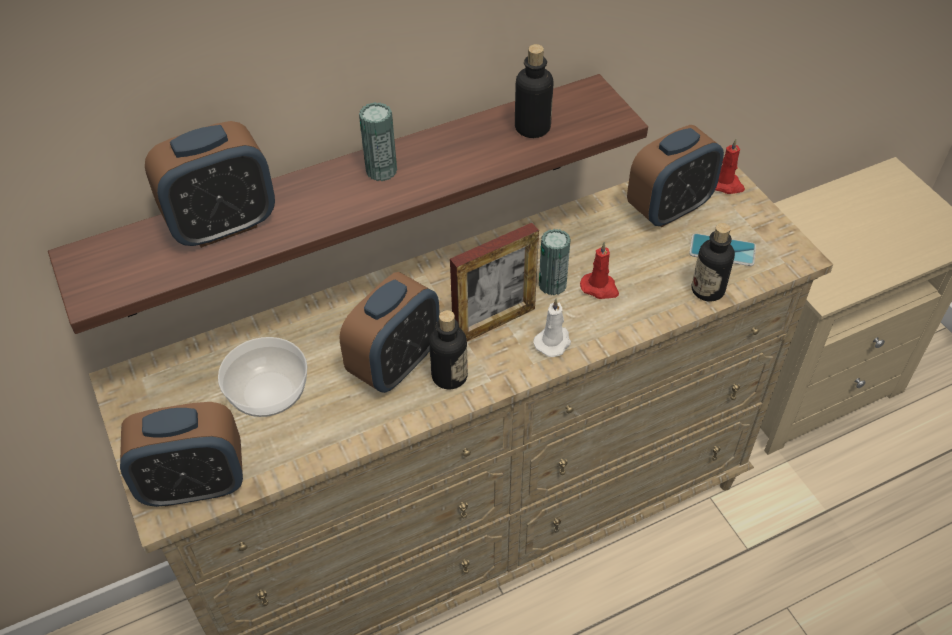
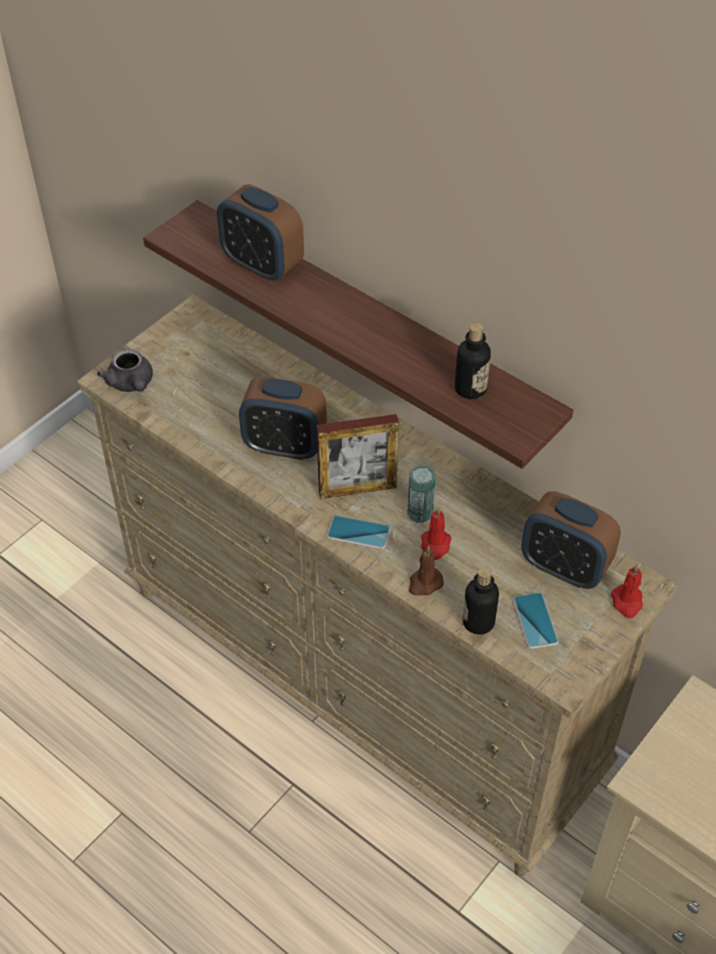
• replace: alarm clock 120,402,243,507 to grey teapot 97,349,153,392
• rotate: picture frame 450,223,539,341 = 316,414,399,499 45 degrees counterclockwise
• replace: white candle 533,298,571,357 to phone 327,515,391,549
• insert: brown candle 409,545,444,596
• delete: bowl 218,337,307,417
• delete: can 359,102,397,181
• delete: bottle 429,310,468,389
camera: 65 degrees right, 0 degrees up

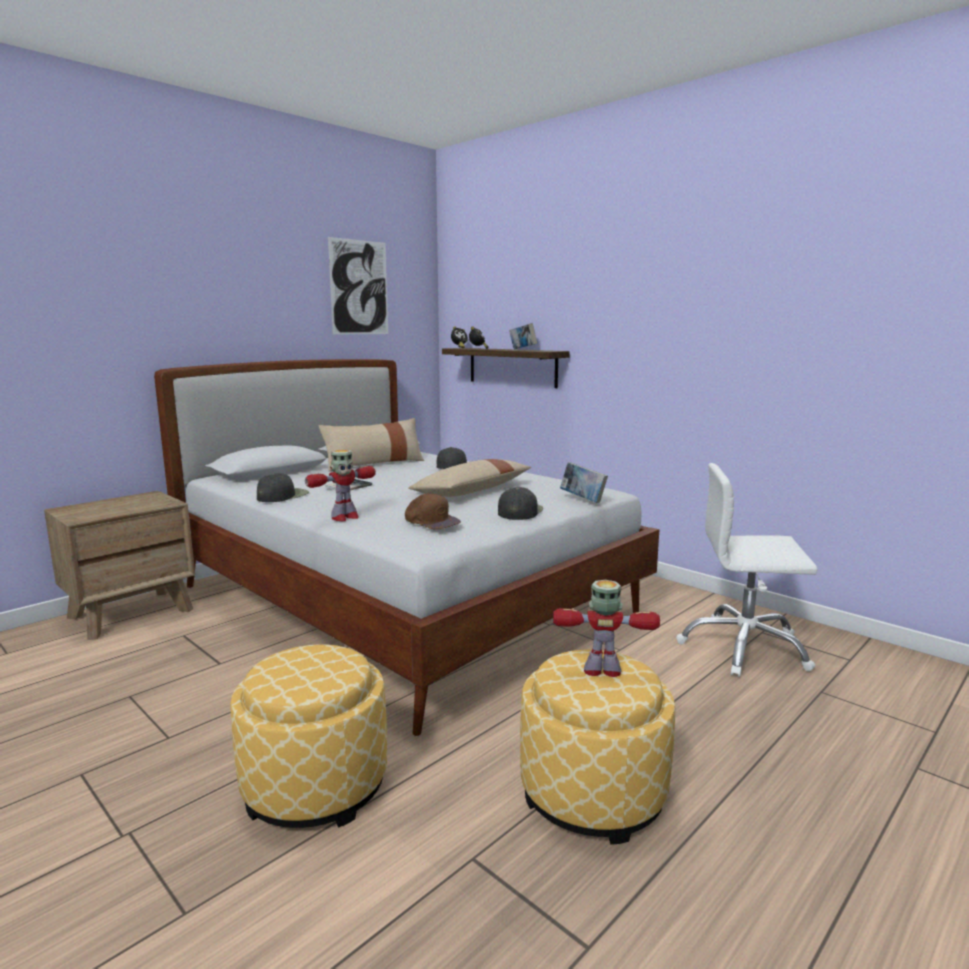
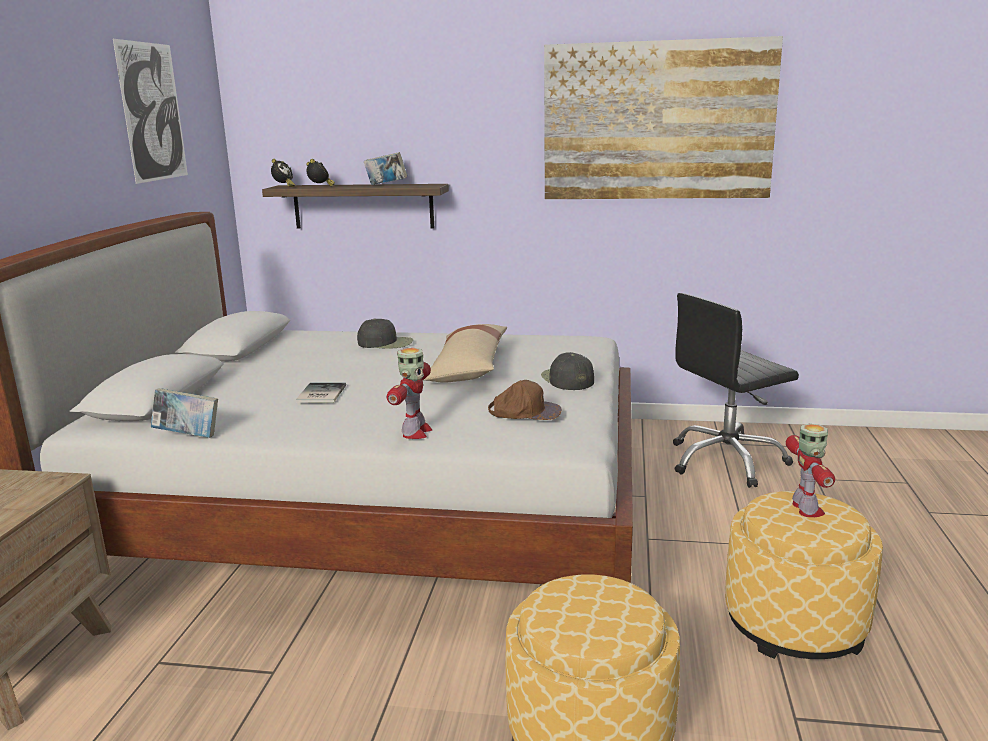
• move: book 560,462,608,503 to 151,388,218,438
• insert: picture 544,36,783,199
• recolor: white office chair 676,463,817,677 to black office chair 673,293,799,488
• rotate: toy robot 553,580,660,677 = 786,424,835,517 120 degrees clockwise
• delete: black cap 257,473,309,502
• delete: beige pillow 319,418,424,472
camera: 35 degrees left, 5 degrees up

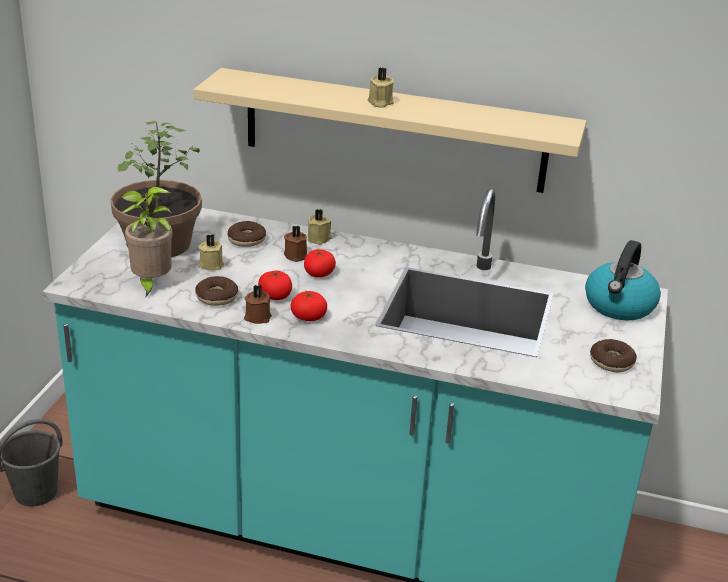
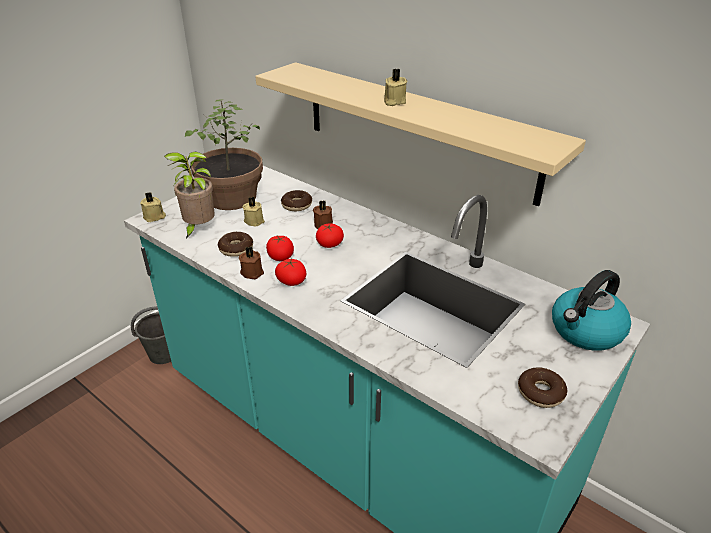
• move: beige candle 308,209,332,245 to 140,193,166,222
camera: 25 degrees right, 5 degrees up

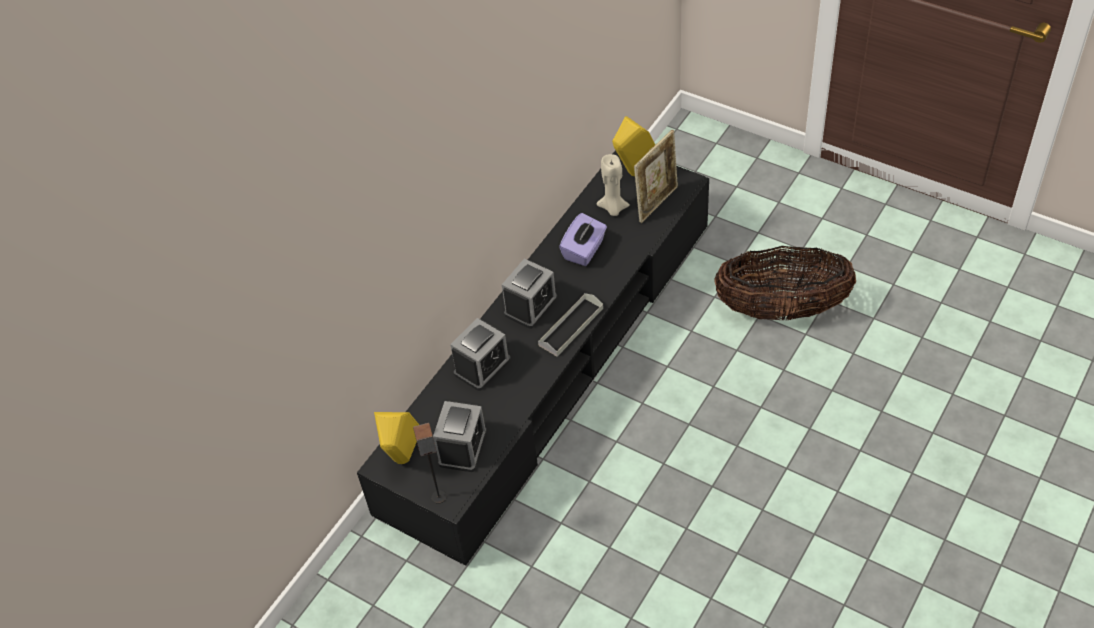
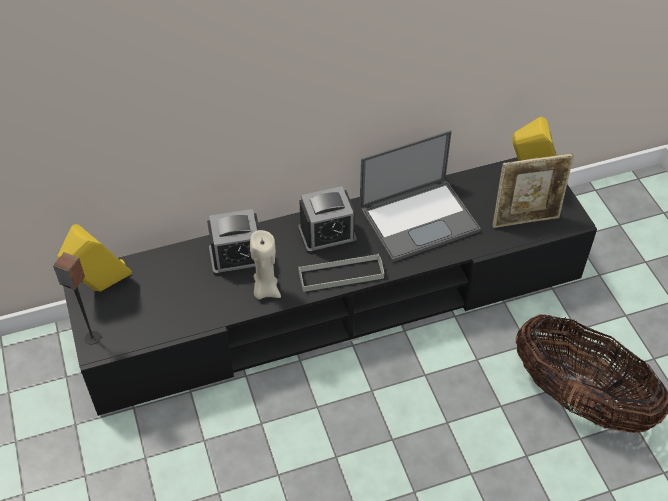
• move: beige candle 597,154,630,216 to 250,230,281,300
• replace: purple tissue box 559,213,607,266 to laptop 359,130,481,262
• delete: alarm clock 433,401,487,472
camera: 35 degrees right, 0 degrees up

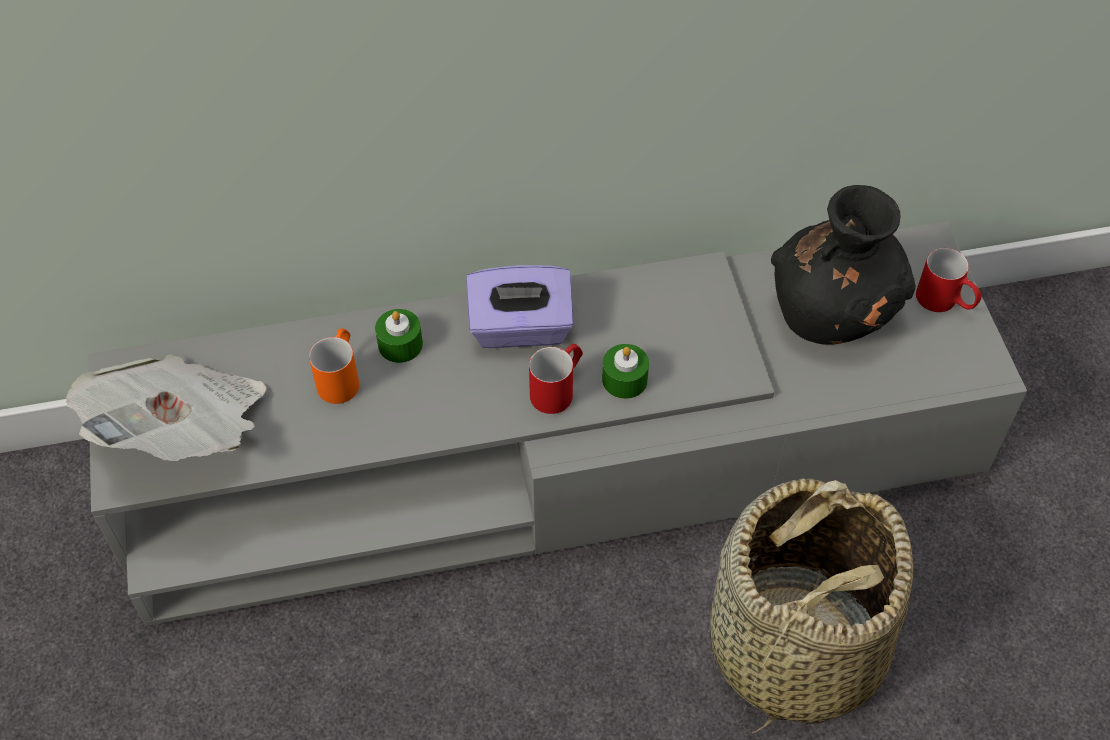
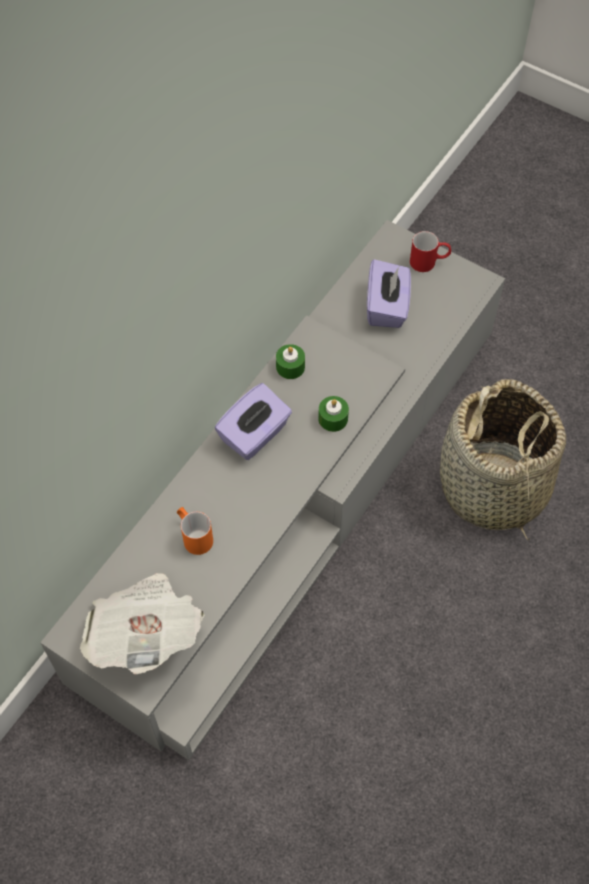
• move: green candle 375,309,423,363 to 276,344,305,379
• replace: black vase 771,185,916,345 to purple tissue box 367,259,411,328
• delete: red mug 529,344,583,414
camera: 45 degrees left, 5 degrees up

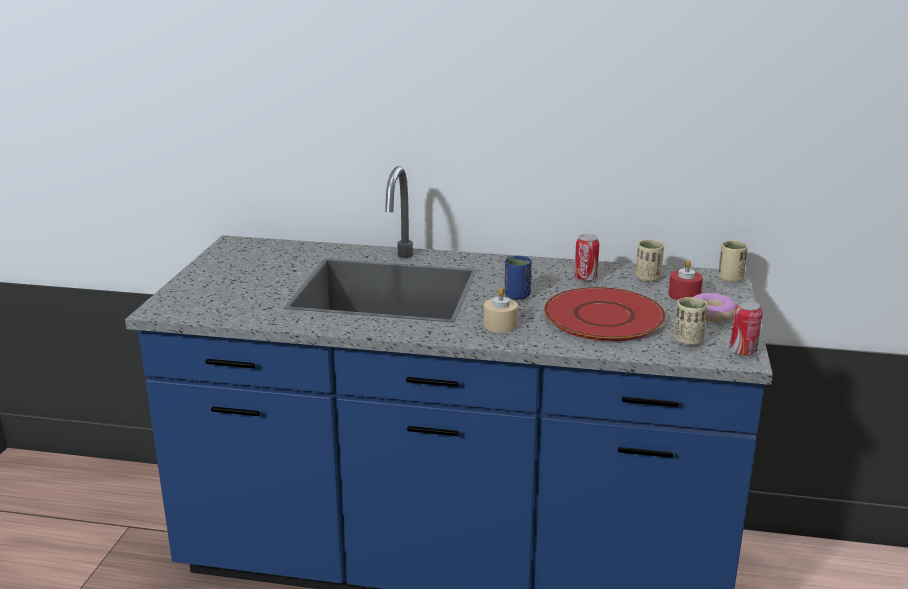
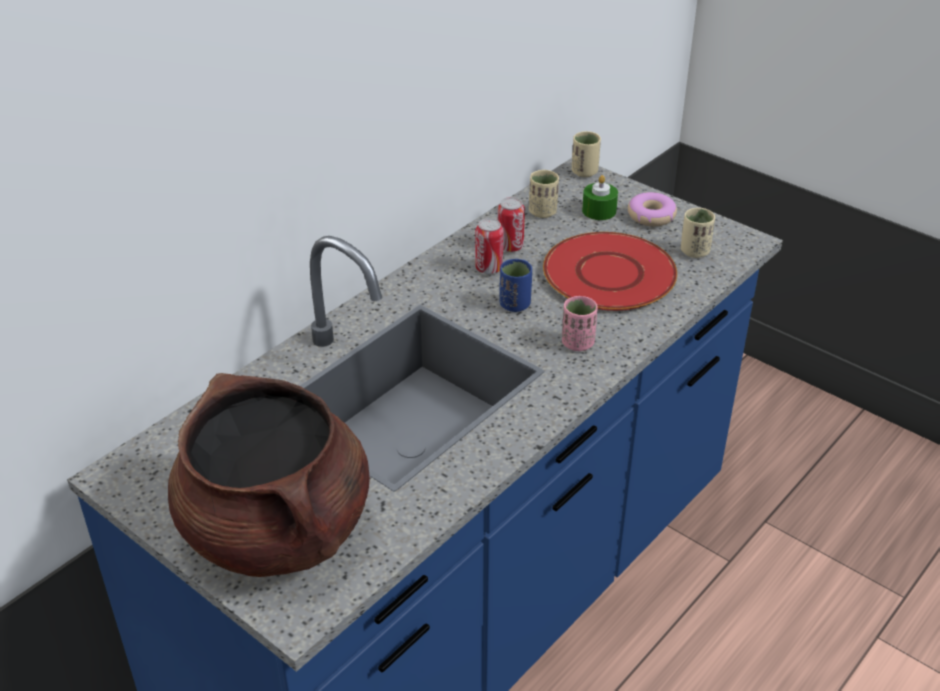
• insert: brown cooking pot 168,373,370,577
• move: can 729,300,763,356 to 475,218,504,274
• replace: beige candle 484,288,518,333 to pink cup 562,296,598,351
• recolor: red candle 668,260,703,300 to green candle 582,175,618,220
camera: 60 degrees left, 15 degrees up

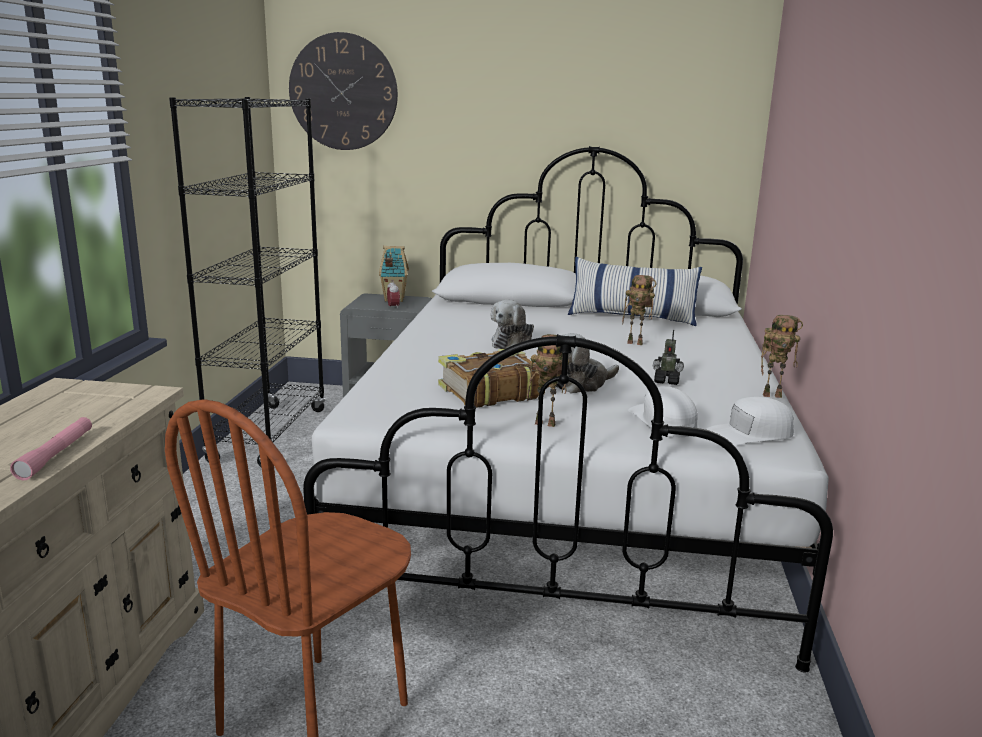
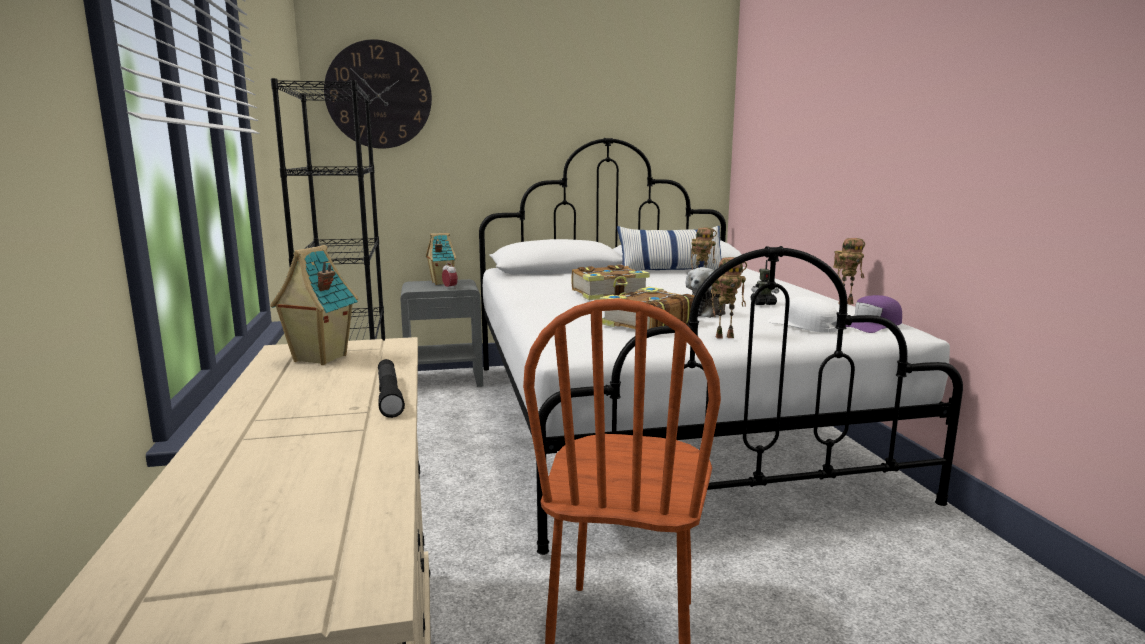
• insert: toy house 270,245,358,365
• recolor: pink flashlight 10,417,92,480 to black flashlight 378,359,405,418
• replace: plush toy 491,300,534,349 to book 572,265,650,300
• recolor: white cap 705,397,794,446 to purple cap 846,295,902,333
camera: 20 degrees left, 5 degrees down

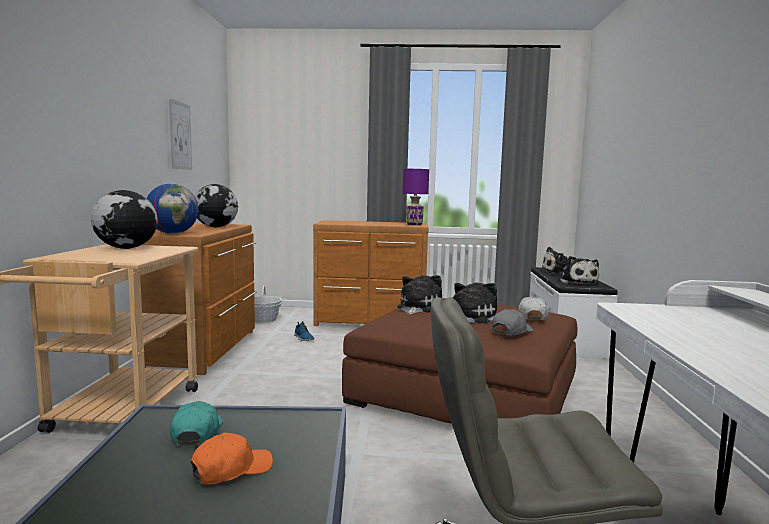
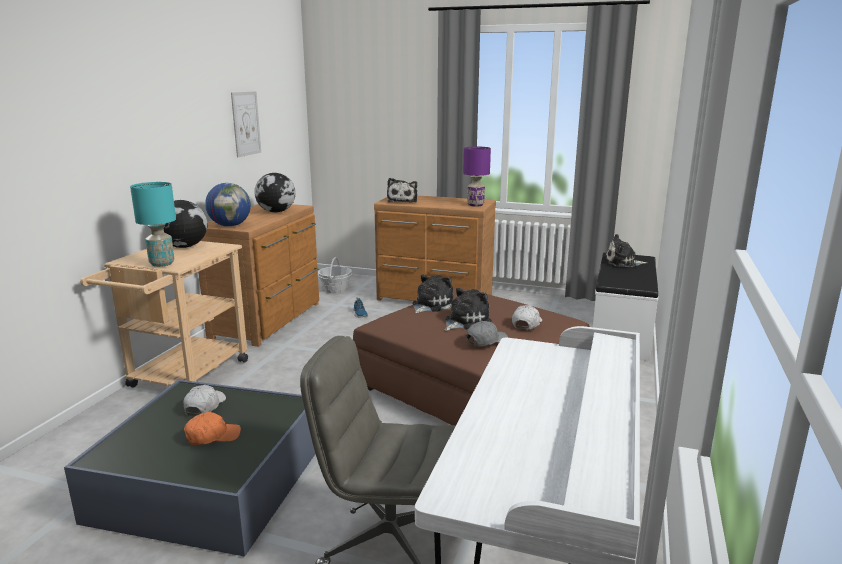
• insert: turquoise table lamp 130,182,176,267
• recolor: turquoise cap 170,401,223,446 to white cap 184,385,226,416
• move: plush toy 559,256,599,284 to 387,178,417,203
camera: 15 degrees right, 10 degrees up

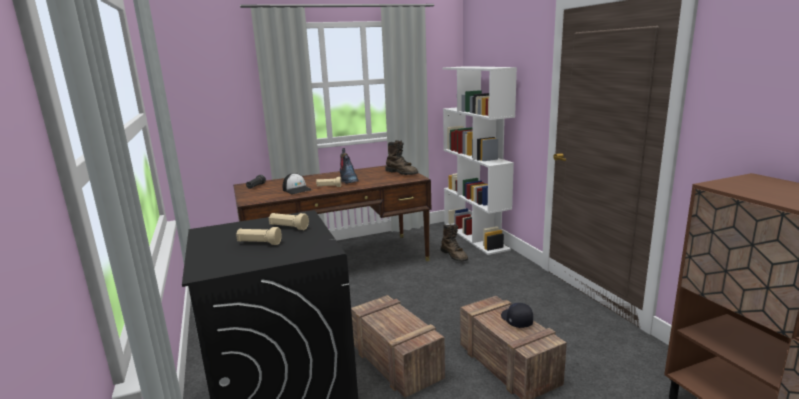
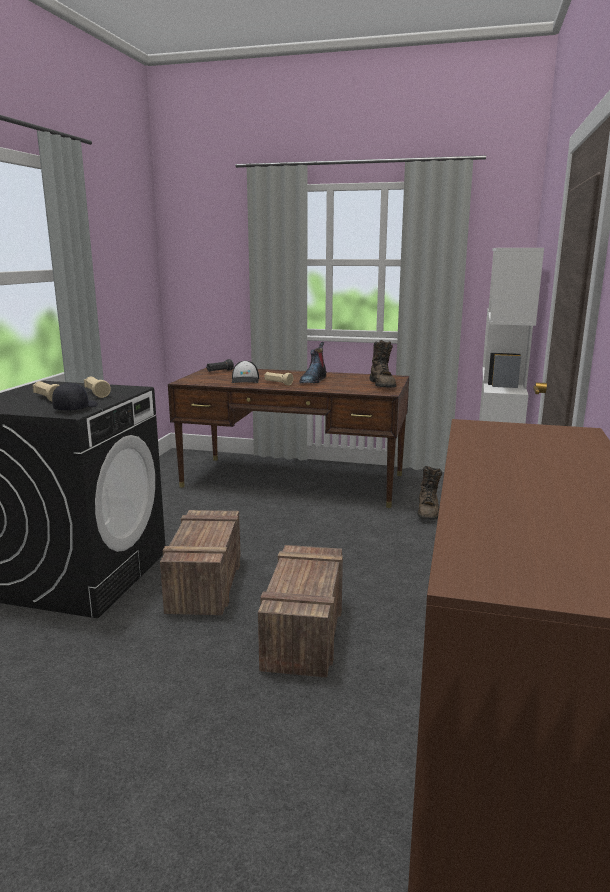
• move: black cap 501,303,533,328 to 52,383,98,410
camera: 35 degrees right, 0 degrees up

